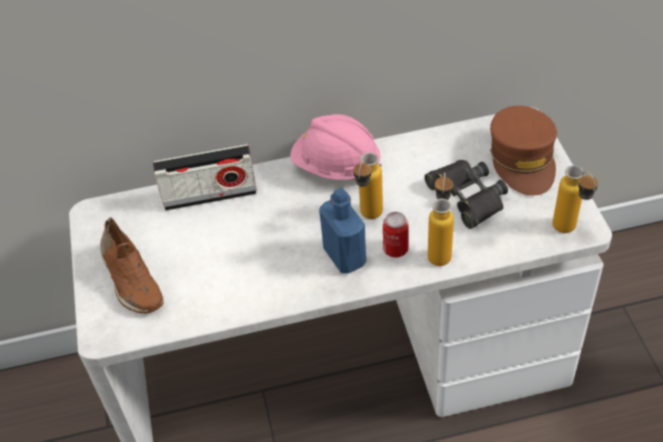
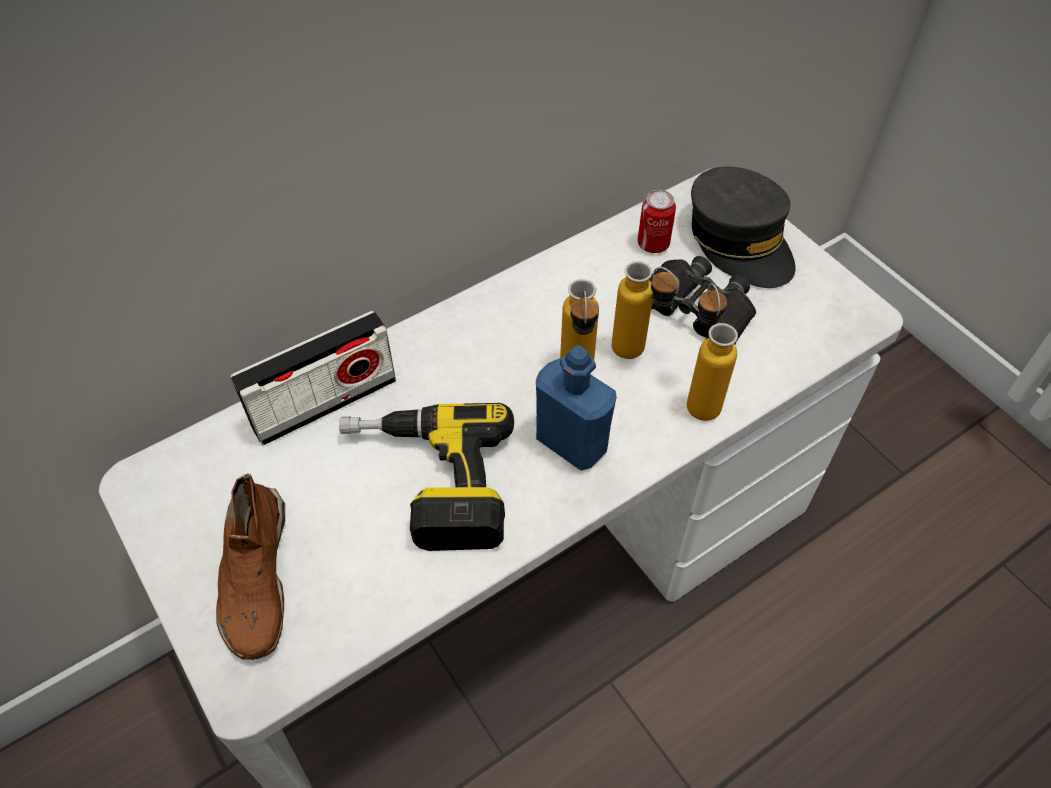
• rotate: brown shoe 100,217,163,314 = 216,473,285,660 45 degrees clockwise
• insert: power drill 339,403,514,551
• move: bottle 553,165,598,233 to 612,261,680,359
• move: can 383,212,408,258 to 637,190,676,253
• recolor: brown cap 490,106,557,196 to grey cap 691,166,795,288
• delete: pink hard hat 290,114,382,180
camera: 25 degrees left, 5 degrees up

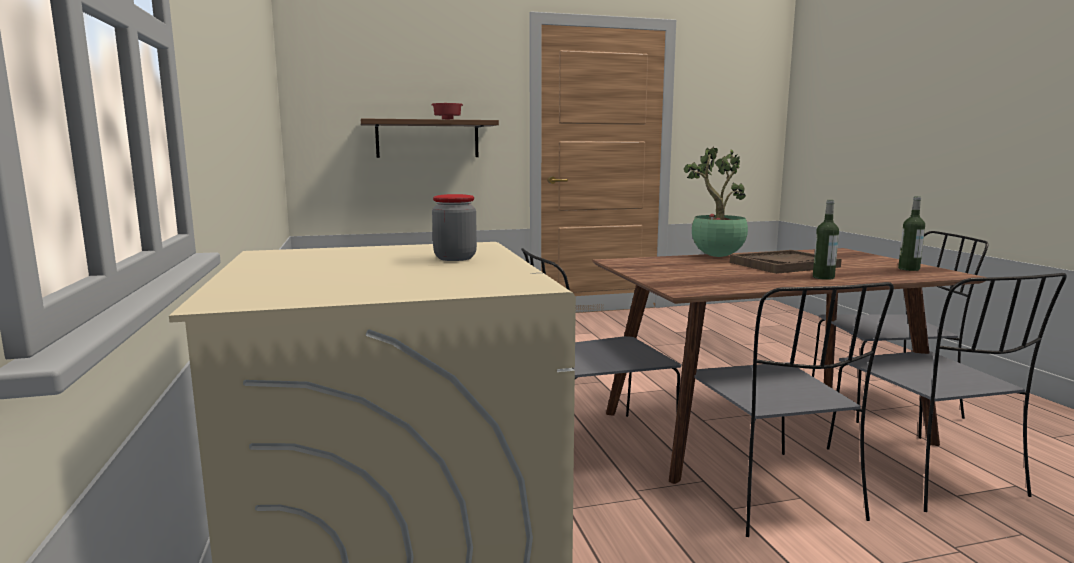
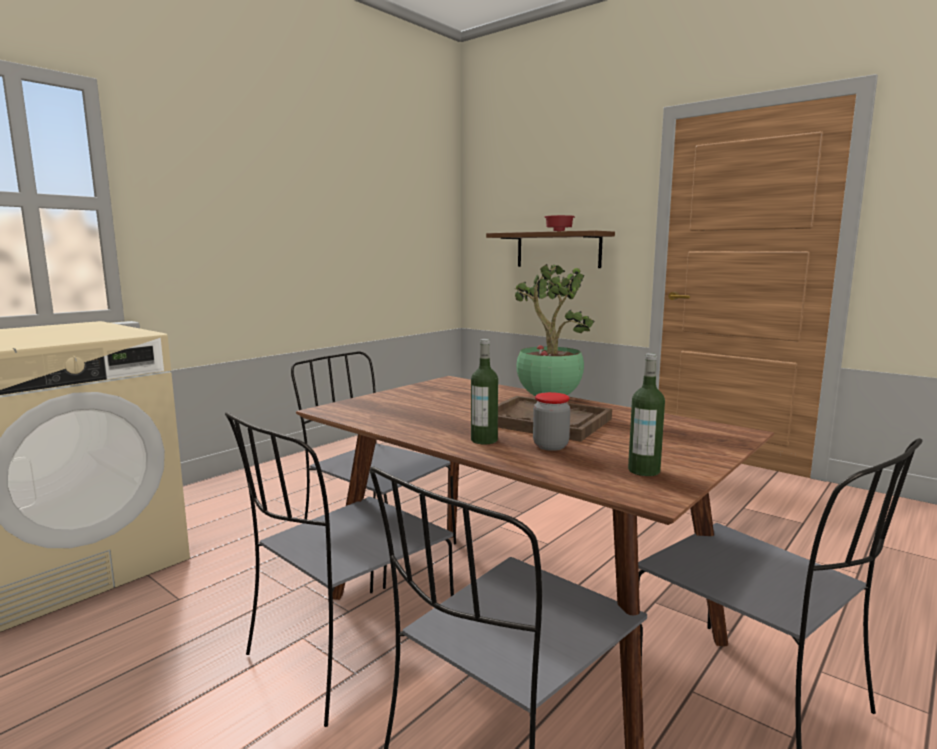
• move: jar 432,194,477,261 to 533,392,570,451
camera: 55 degrees right, 0 degrees up

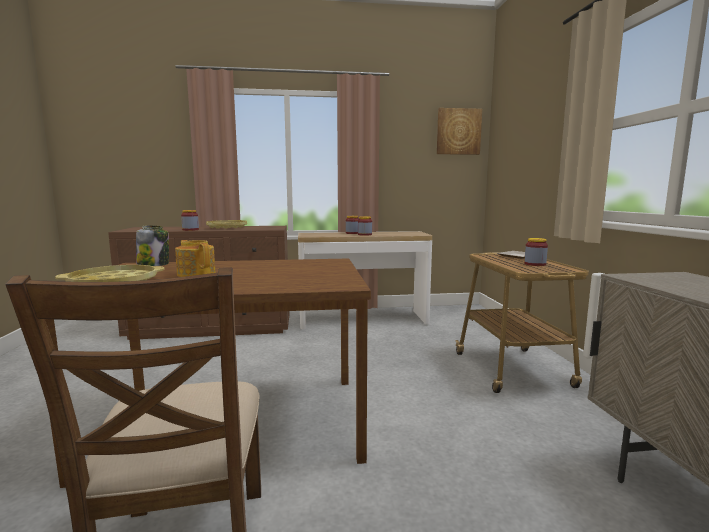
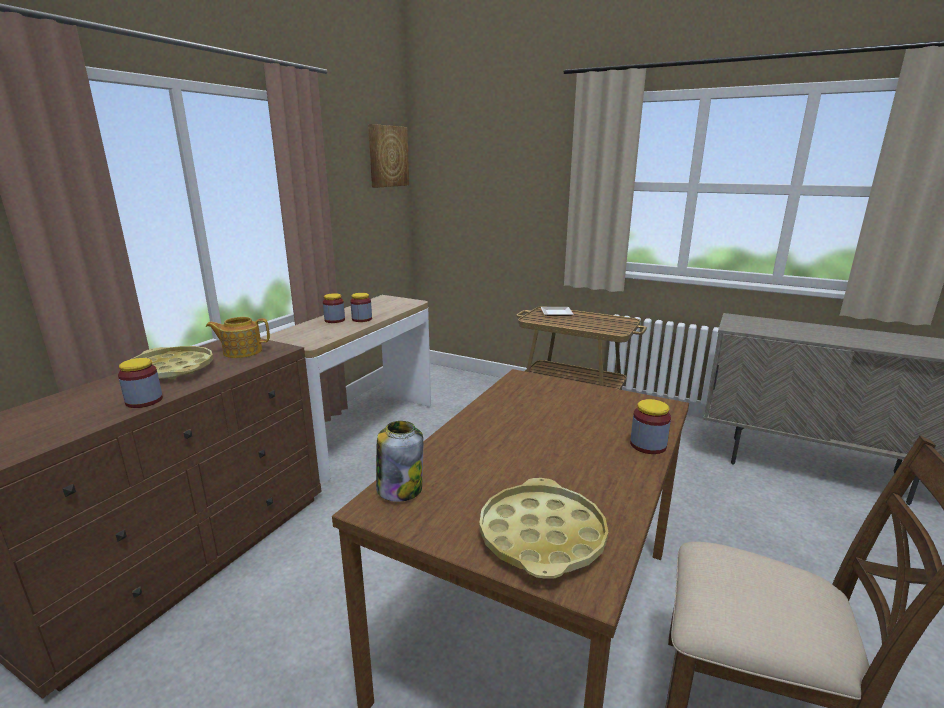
• move: teapot 175,240,216,277 to 206,317,270,358
• move: jar 524,238,548,266 to 630,399,671,454
camera: 55 degrees left, 10 degrees up

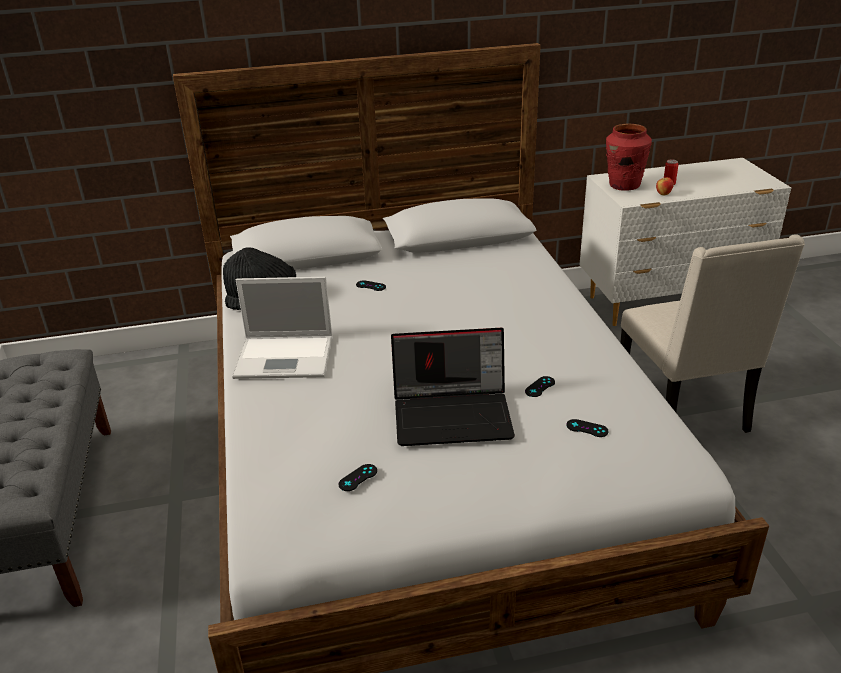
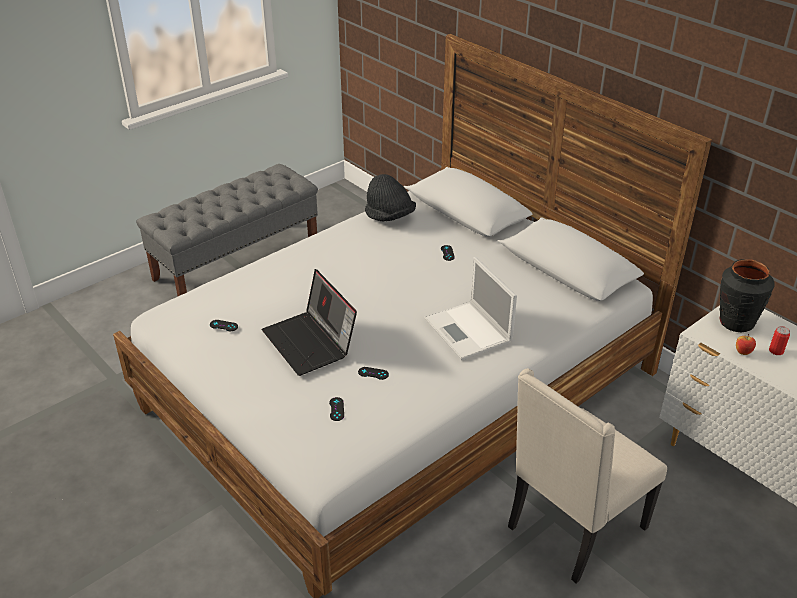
• move: laptop 232,277,332,379 to 424,257,517,361
• recolor: red vase 606,124,652,191 to black vase 719,259,775,332
camera: 60 degrees right, 5 degrees up

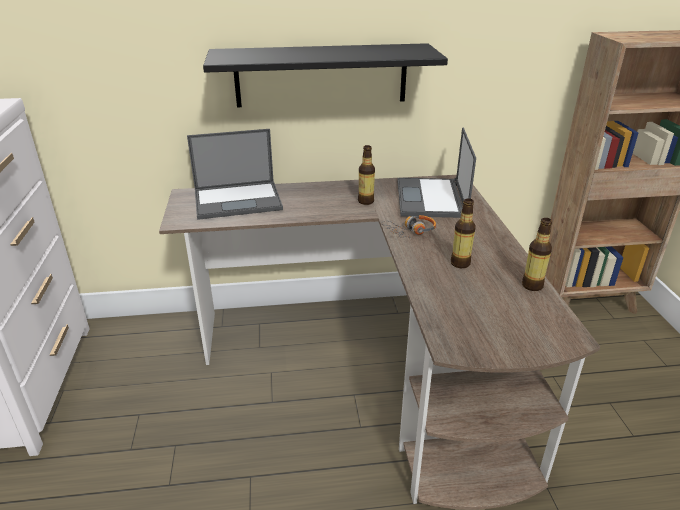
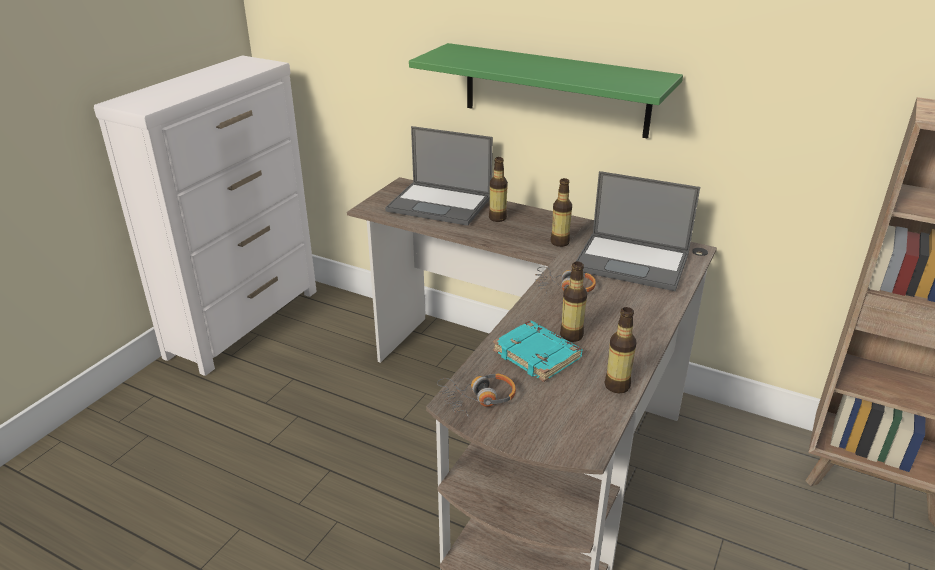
• recolor: black shelf 203,43,448,107 to green shelf 409,43,683,139
• insert: headphones 437,373,516,417
• insert: bottle 489,157,508,222
• insert: turquoise book 493,321,583,382
• rotate: laptop 397,127,476,218 = 575,171,700,291 105 degrees counterclockwise
camera: 35 degrees right, 0 degrees up

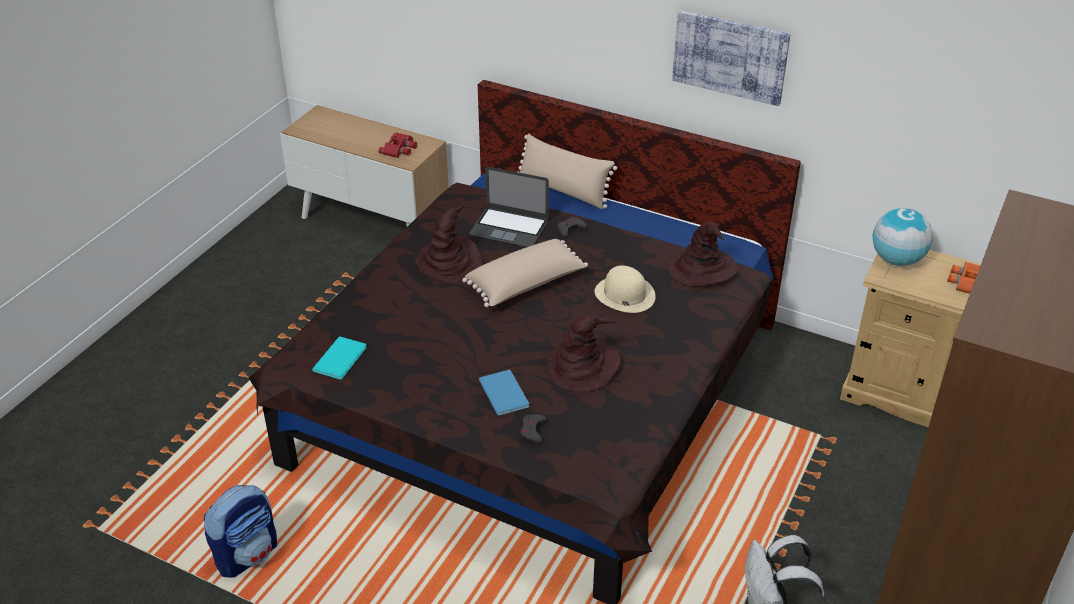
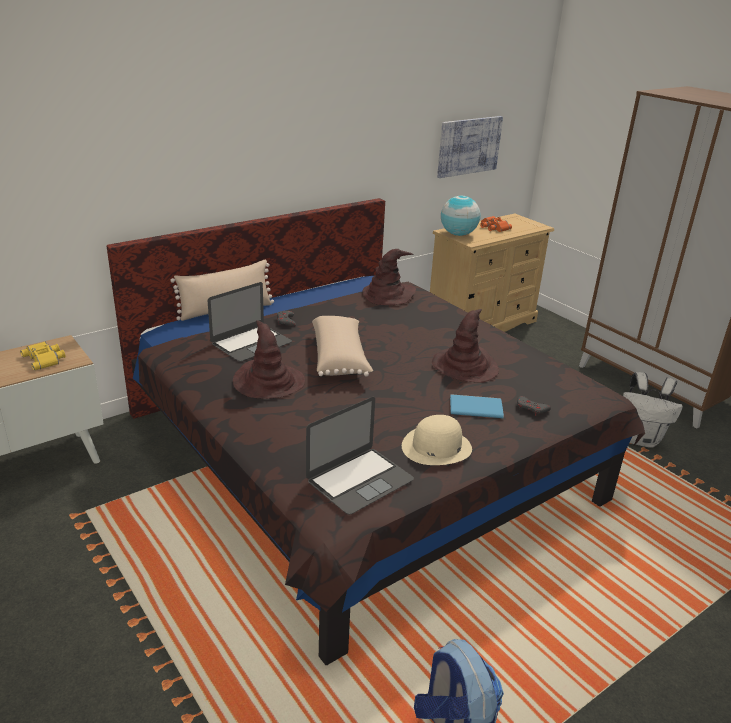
• recolor: red binoculars 378,132,417,158 to yellow binoculars 20,342,66,370
• replace: turquoise book 312,336,367,380 to laptop 306,397,414,514
• move: beige hat 595,266,656,313 to 402,415,472,465
• move: picture 672,10,791,106 to 437,116,503,178
camera: 65 degrees left, 10 degrees down

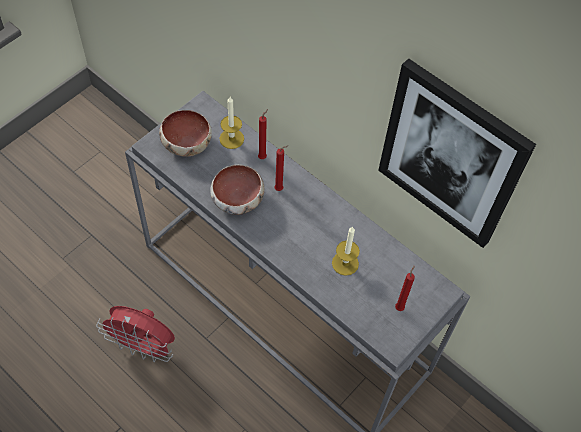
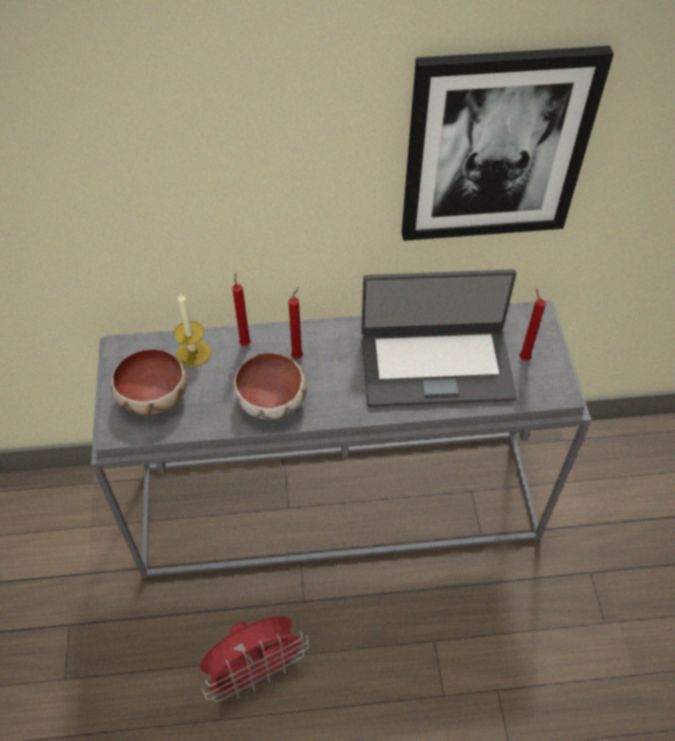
• replace: candle 332,227,360,276 to laptop 361,269,517,407
camera: 45 degrees left, 5 degrees down

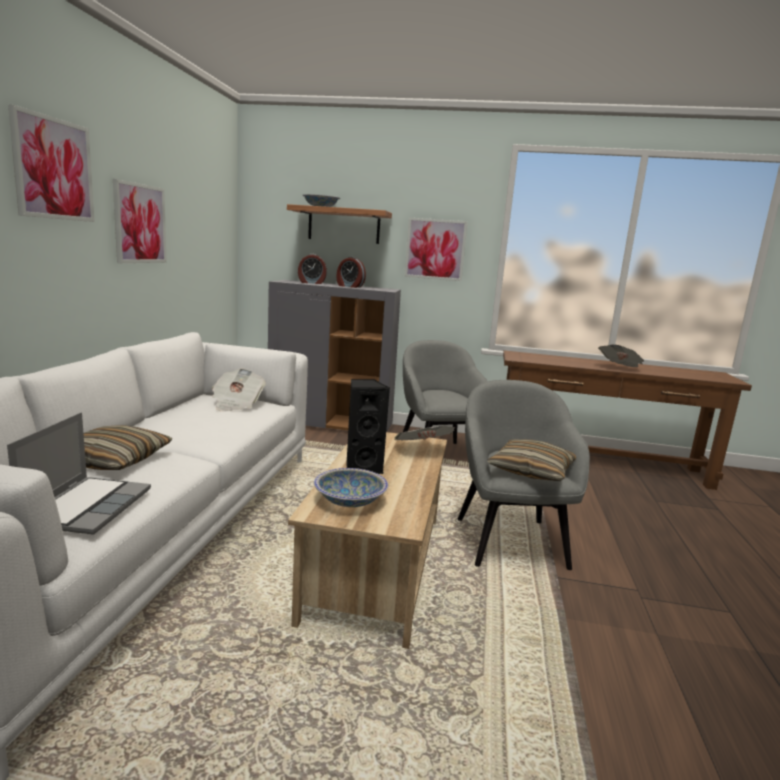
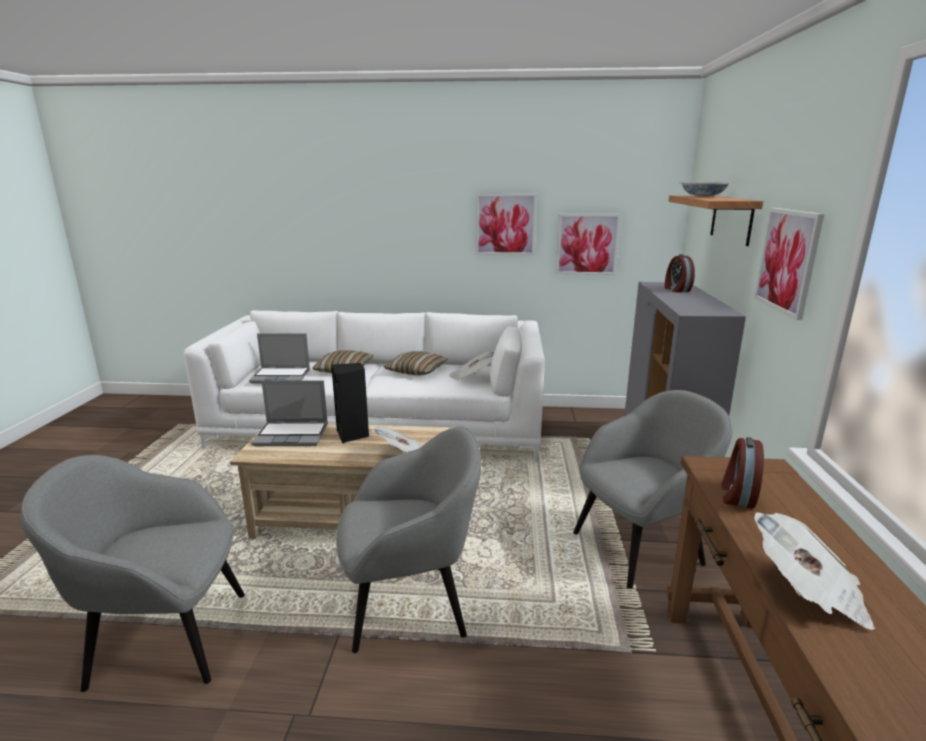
• insert: grey armchair 20,455,245,692
• replace: bowl 314,468,388,507 to laptop 252,380,328,446
• move: pillow 487,439,576,481 to 384,351,448,375
• move: picture 8,104,95,222 to 556,214,621,275
• move: alarm clock 336,257,366,288 to 721,437,764,509
camera: 85 degrees right, 5 degrees up

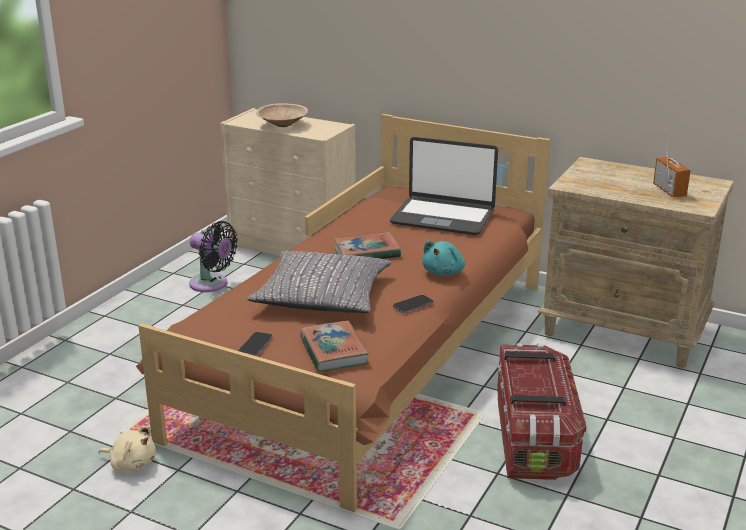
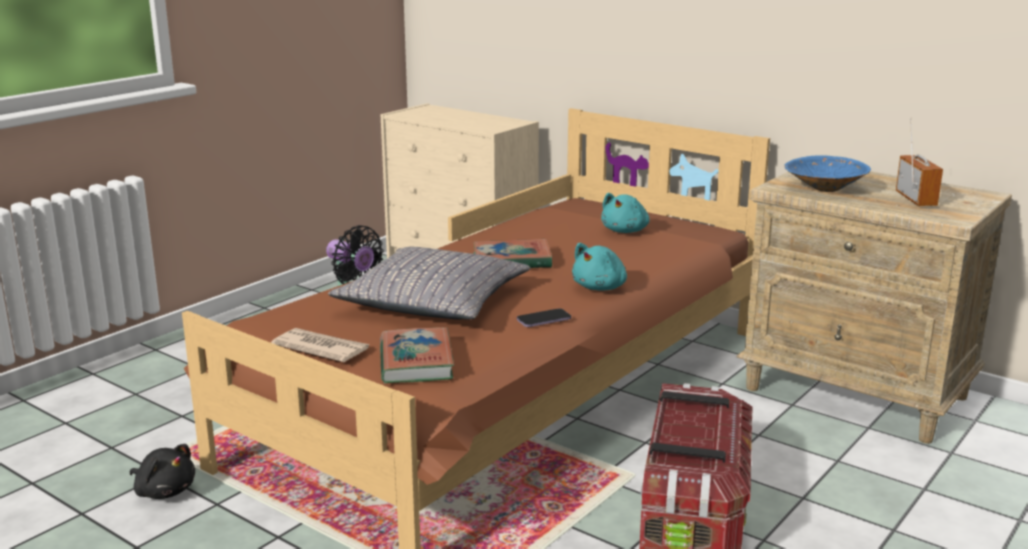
• recolor: beige plush toy 99,426,156,471 to black plush toy 130,444,195,499
• replace: phone 238,332,273,356 to newspaper 271,328,369,362
• replace: laptop 390,137,498,235 to turquoise plush toy 601,193,650,233
• insert: blue bowl 784,155,871,192
• delete: beige bowl 256,103,308,127
camera: 10 degrees right, 5 degrees down

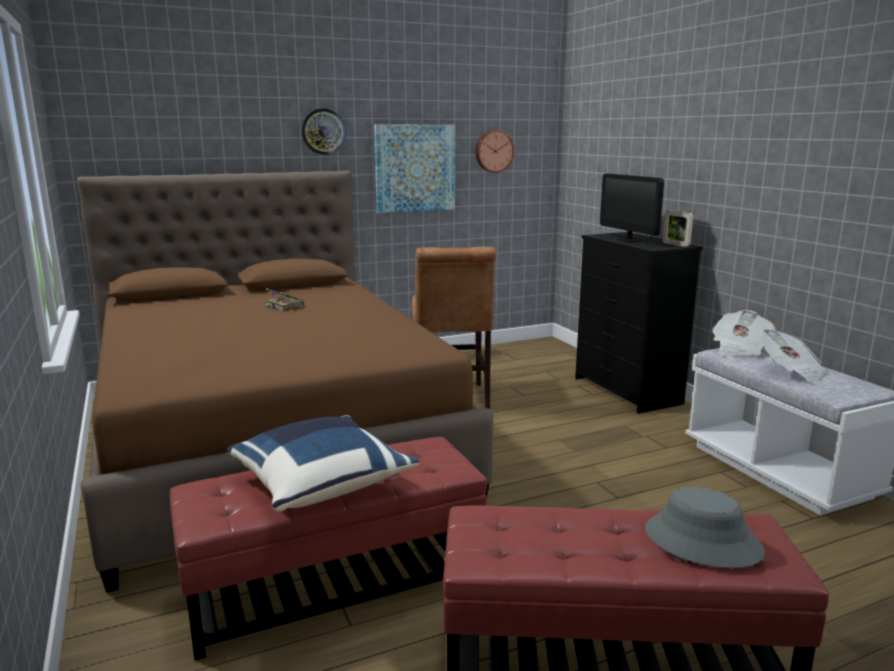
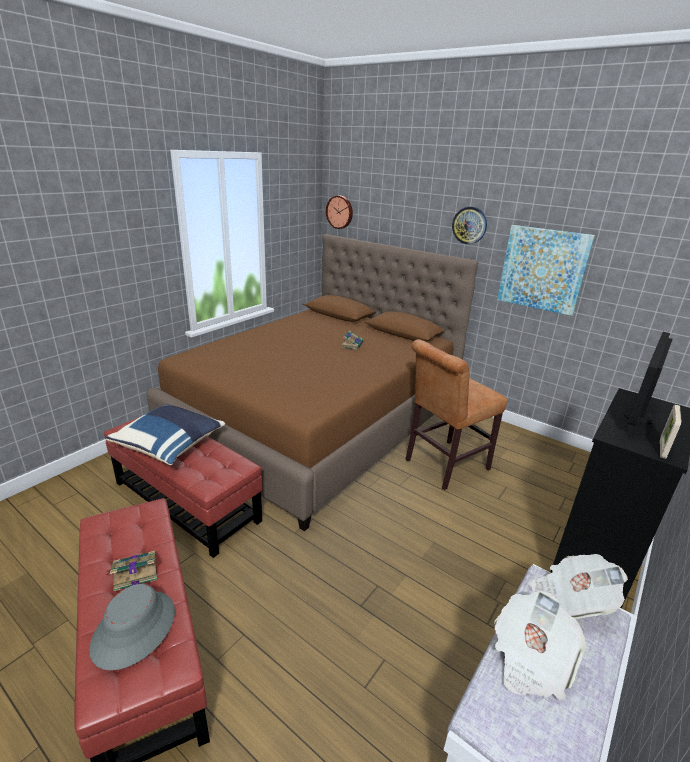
• insert: book 106,551,157,591
• move: wall clock 476,130,515,173 to 326,196,353,229
camera: 60 degrees right, 10 degrees up

